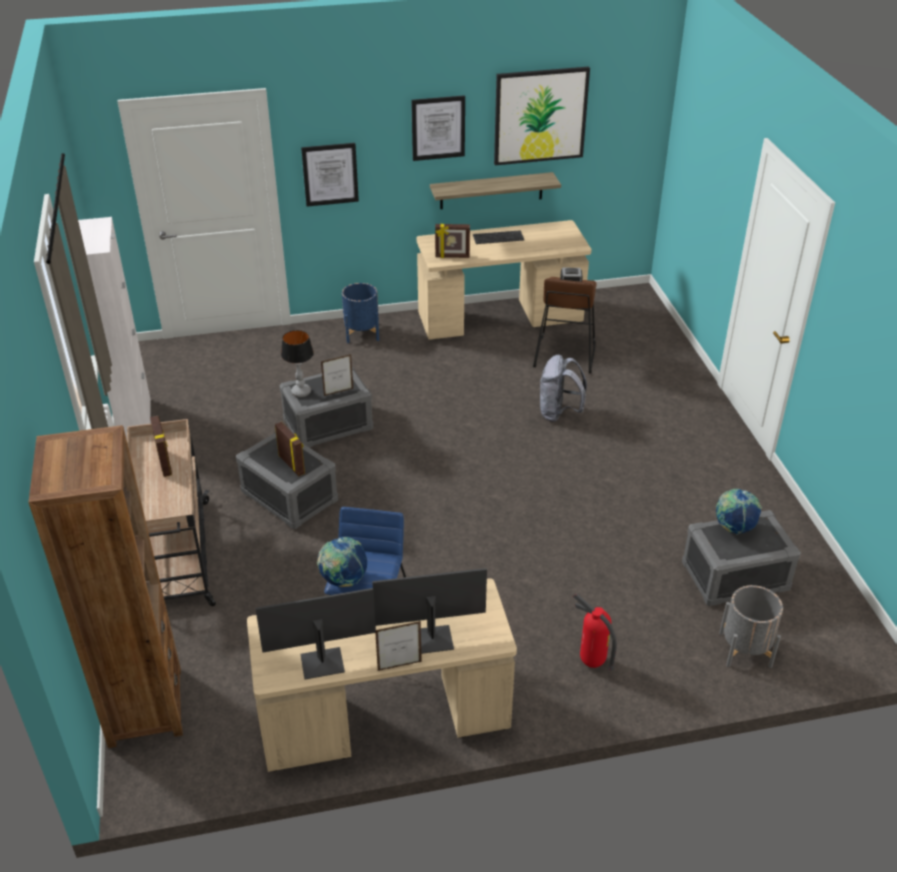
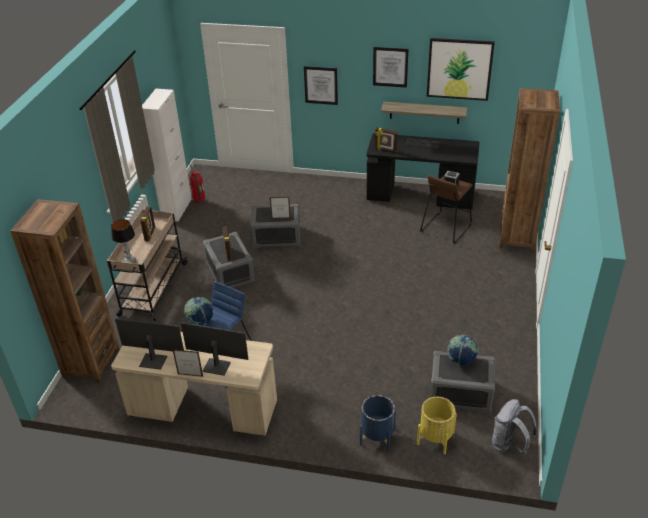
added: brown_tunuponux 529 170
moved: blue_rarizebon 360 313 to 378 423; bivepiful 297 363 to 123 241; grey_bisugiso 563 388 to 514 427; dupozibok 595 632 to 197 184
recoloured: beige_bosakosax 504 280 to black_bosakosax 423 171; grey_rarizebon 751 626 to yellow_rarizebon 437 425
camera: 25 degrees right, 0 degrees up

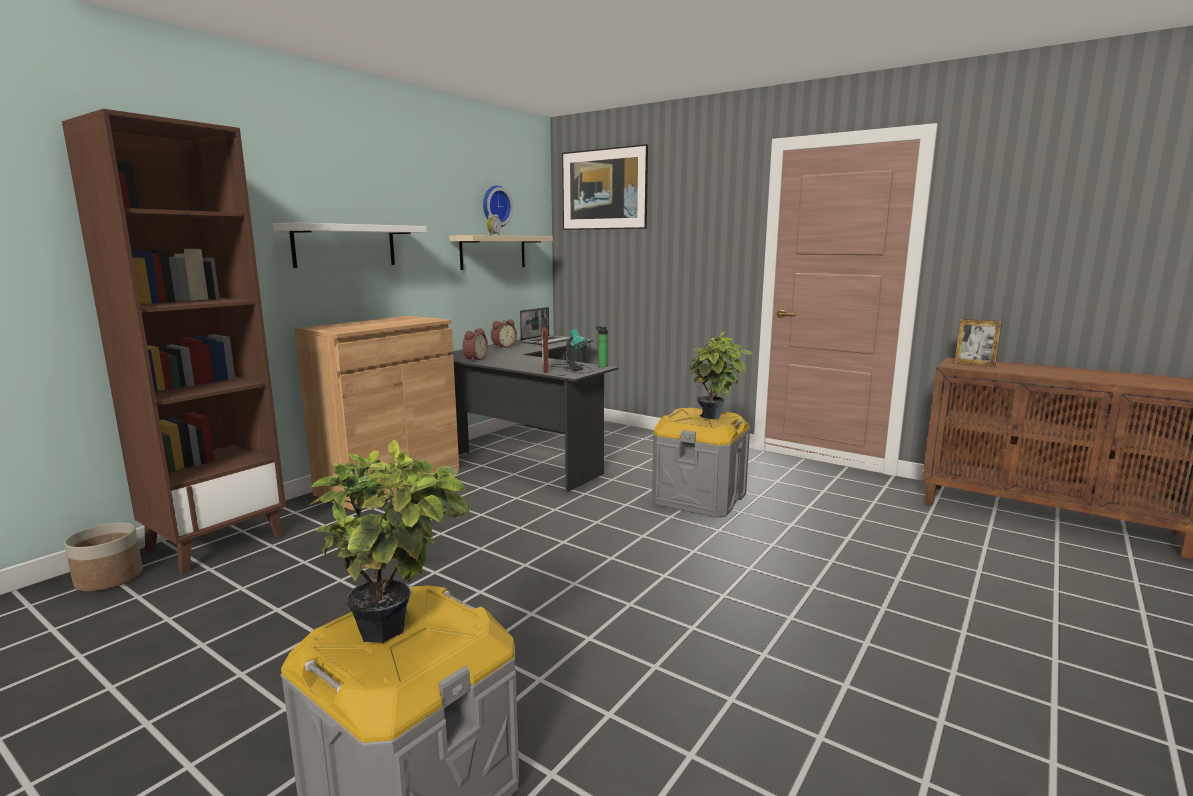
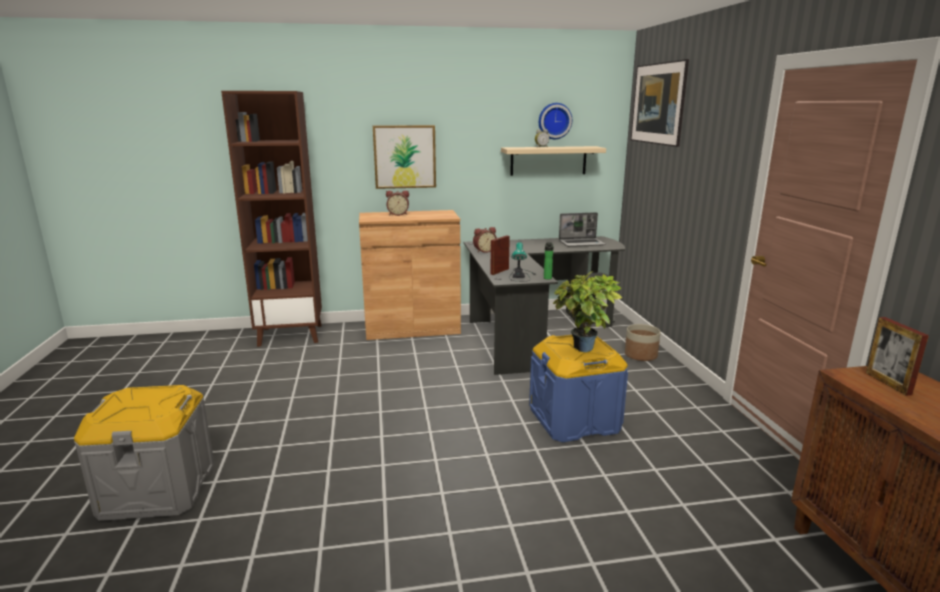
removed: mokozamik 389 541
moved: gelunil 504 333 to 397 203; rarizebon 103 557 to 642 342
replaced: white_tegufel 350 245 to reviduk 404 157
recoloured: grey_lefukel 701 463 to blue_lefukel 578 388
camera: 45 degrees right, 5 degrees up

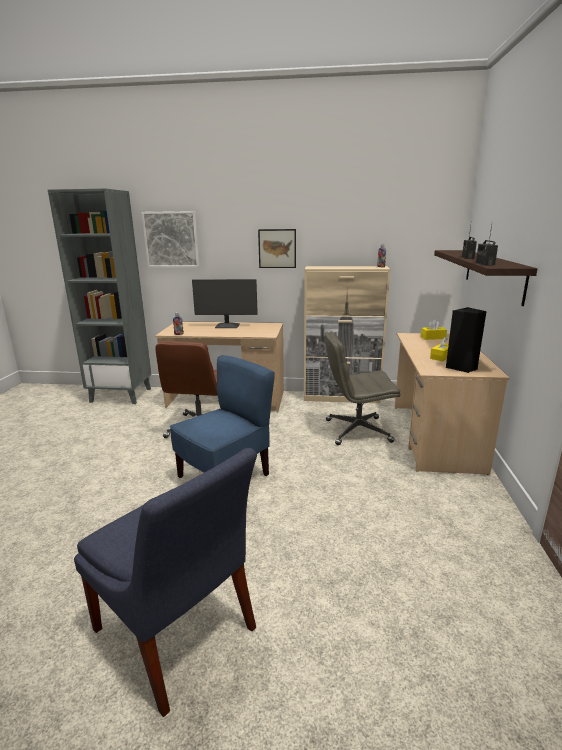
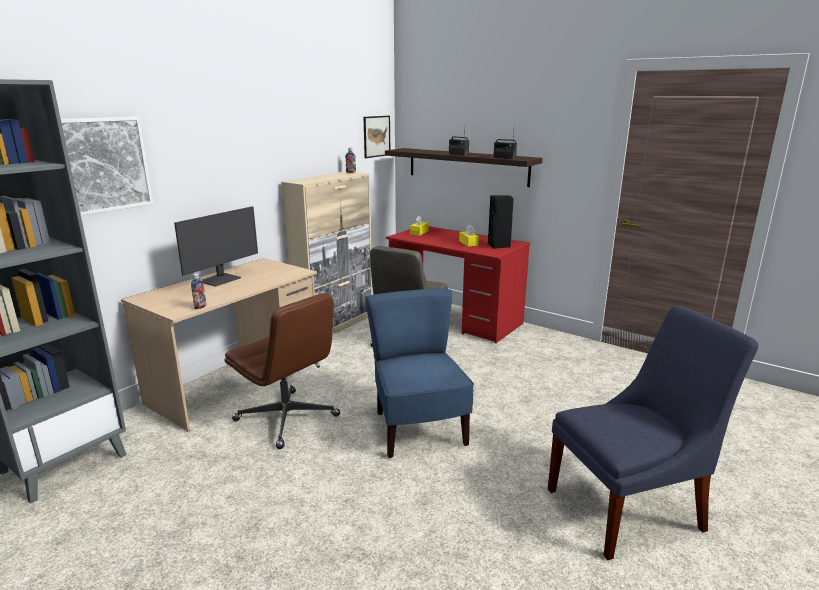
moved: reviduk 277 248 to 376 137
recoloured: beige_bosakosax 452 404 to red_bosakosax 458 285
camera: 60 degrees left, 0 degrees up

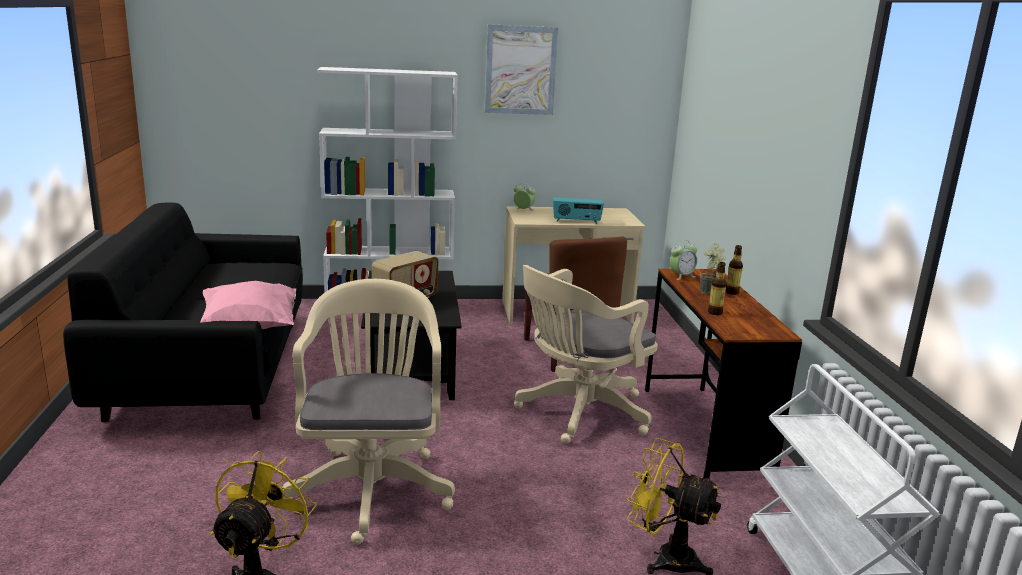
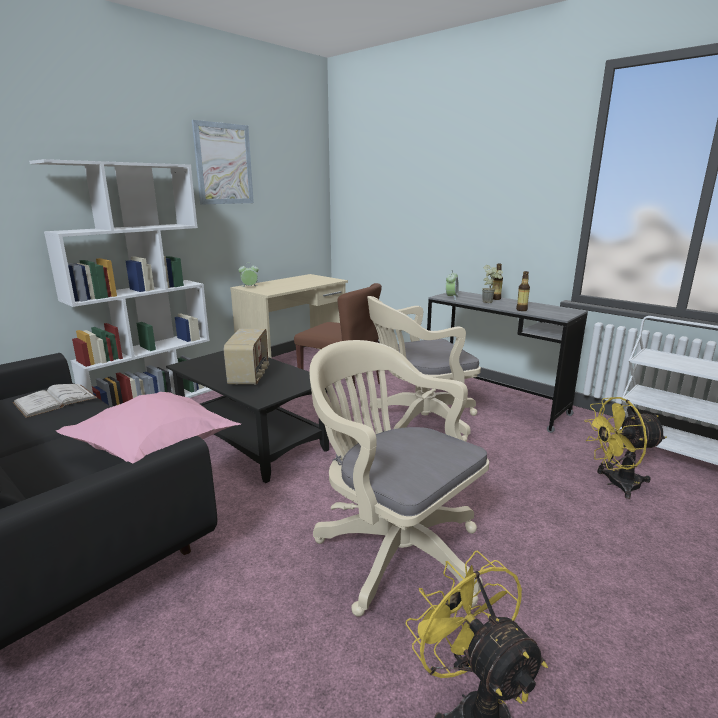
removed: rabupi 578 210
added: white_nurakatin 55 401
recoloured: brown_bosakosax 723 374 to grey_bosakosax 507 362
turned: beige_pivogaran 586 354 = 424 369 60 degrees clockwise
camera: 40 degrees left, 0 degrees up

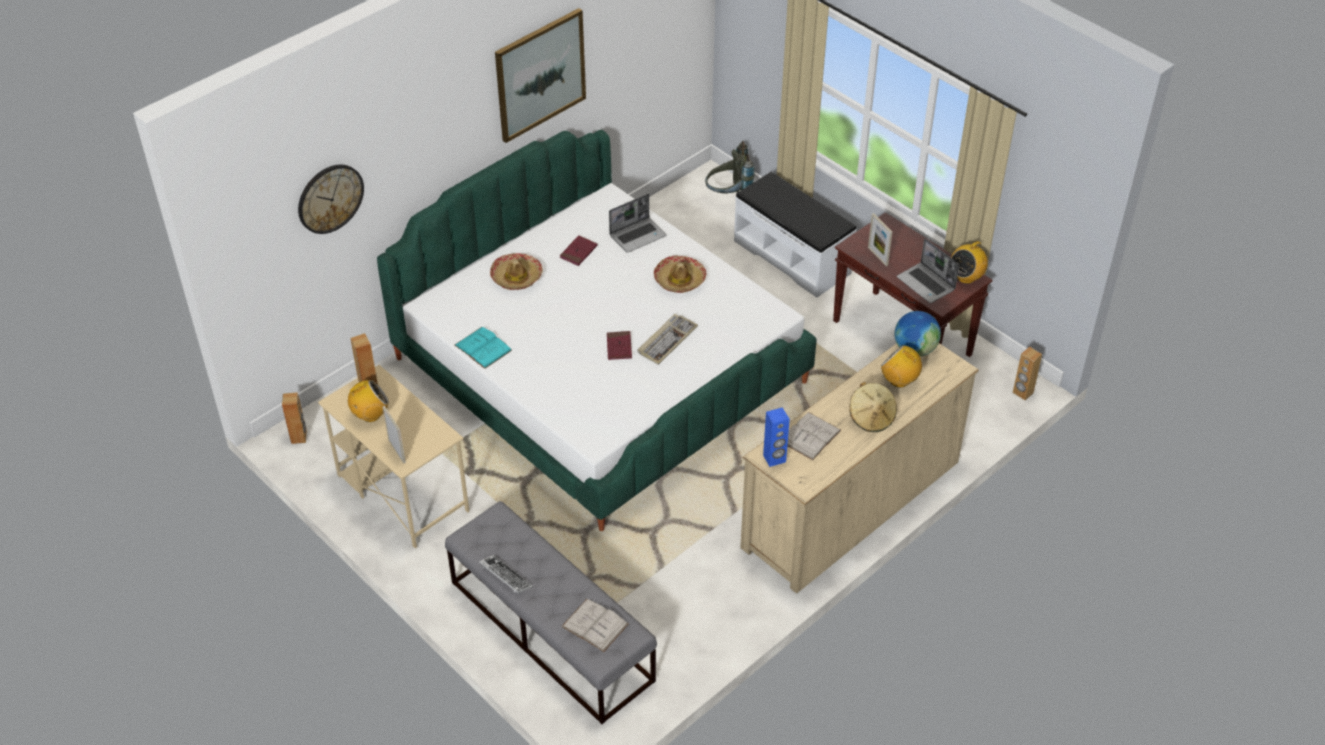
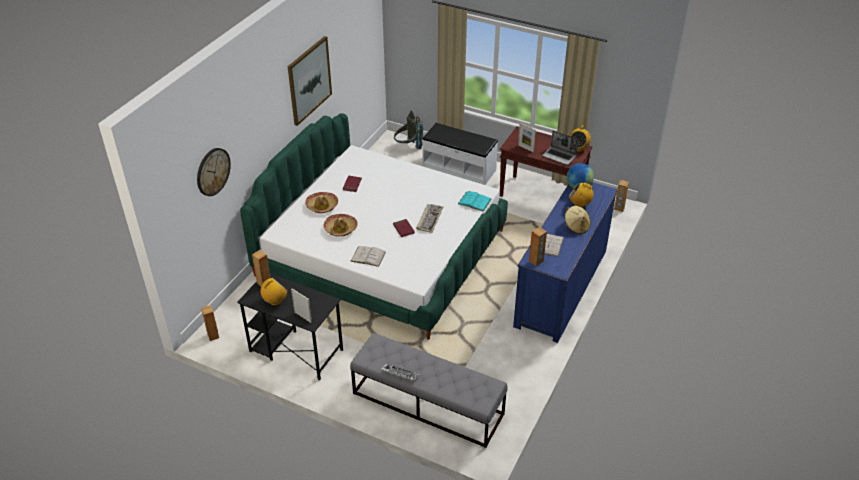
removed: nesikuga 637 223
moved: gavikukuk 680 274 to 340 225; turquoise_nurakatin 483 348 to 475 201; white_nurakatin 595 625 to 368 256
recoloured: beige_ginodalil 859 468 to blue_ginodalil 565 262; beige_bosakosax 393 456 to black_bosakosax 290 326; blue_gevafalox 776 437 to brown_gevafalox 538 246
camera: 20 degrees left, 5 degrees down

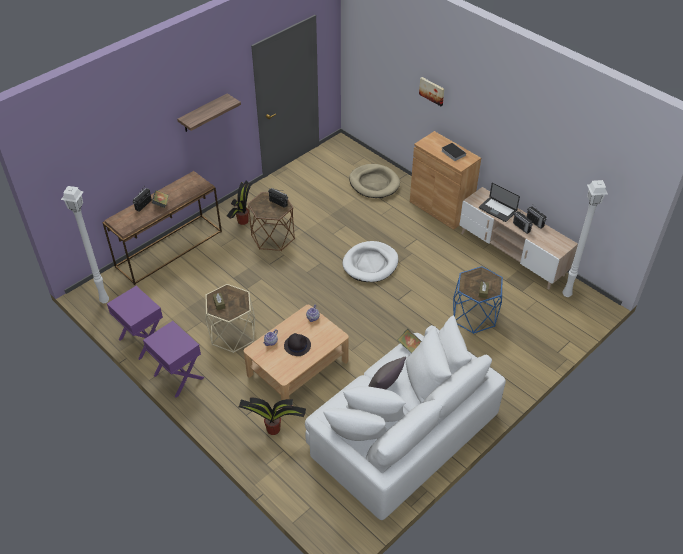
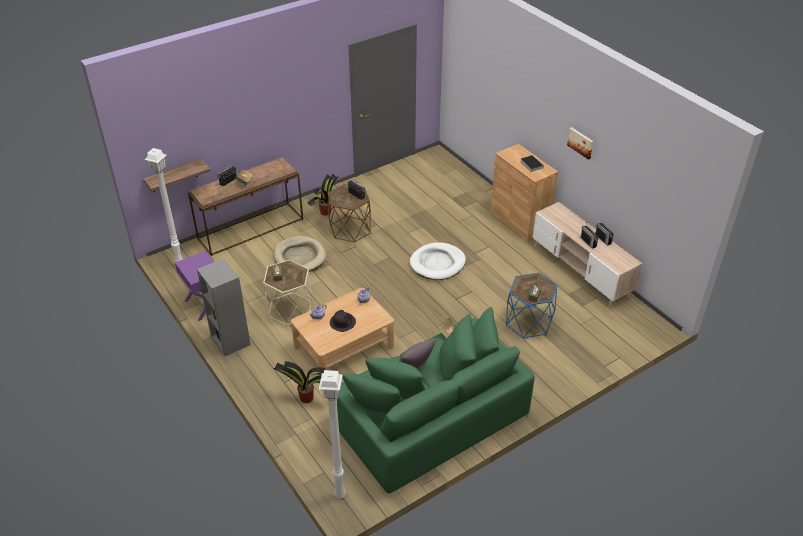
removed: nesikuga 499 202
moved: reviduk 432 91 to 580 143; tegufel 209 112 to 176 175; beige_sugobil 374 181 to 300 254; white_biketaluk 585 238 to 332 434
replaced: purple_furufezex 173 359 to grey_tunuponux 223 307
recoloured: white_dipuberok 405 417 to green_dipuberok 436 400
camera: 10 degrees right, 5 degrees down

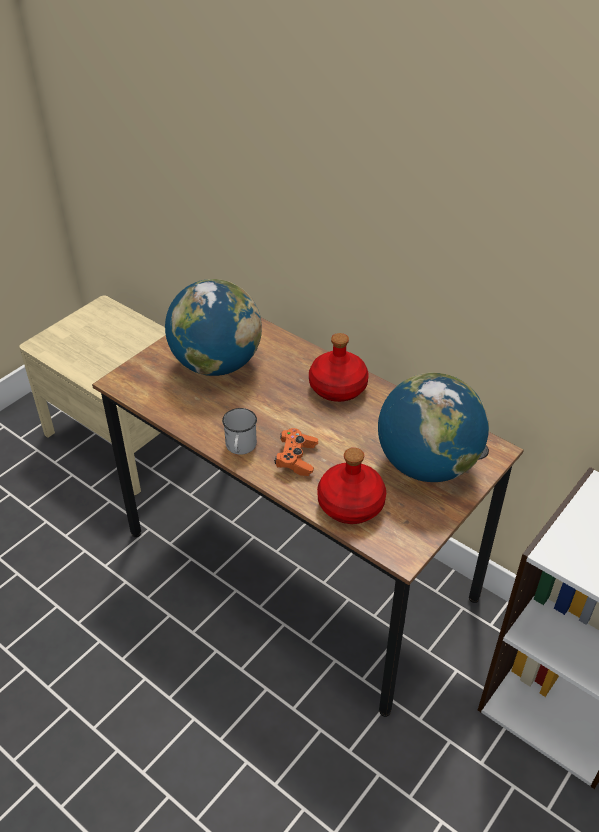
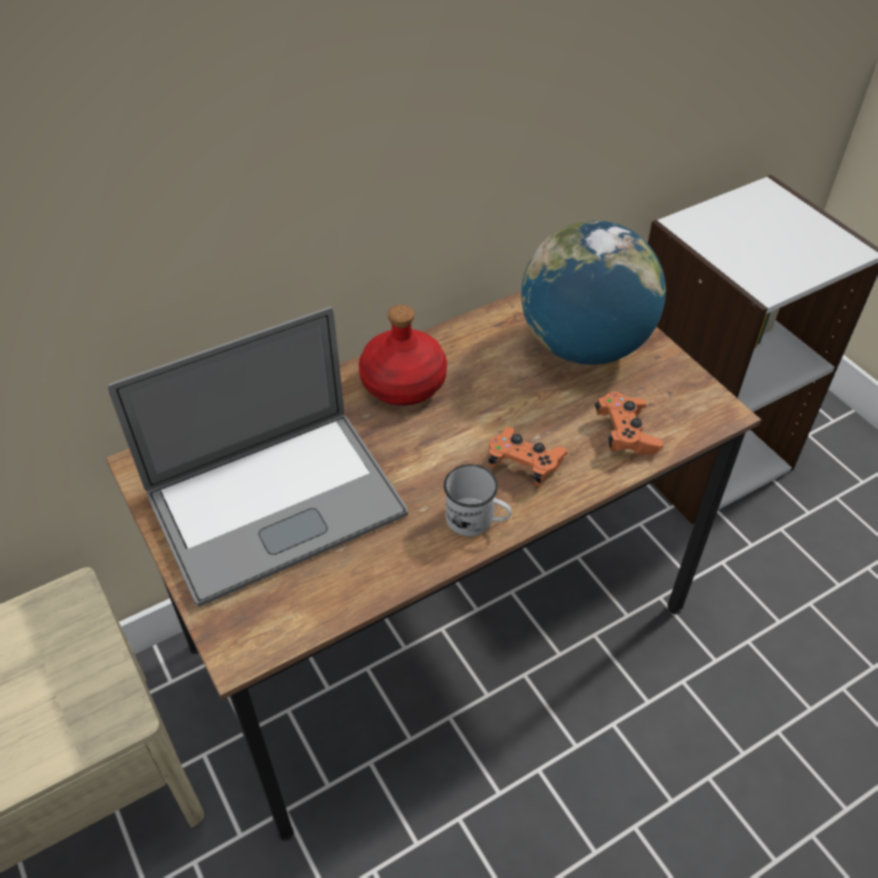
replaced: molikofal 213 327 to nesikuga 257 457; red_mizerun 351 486 to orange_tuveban 629 423
camera: 70 degrees left, 5 degrees up

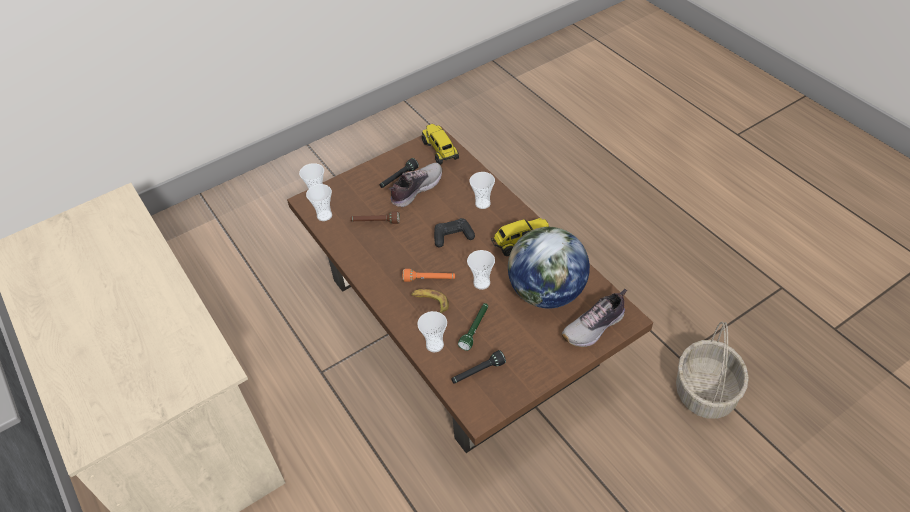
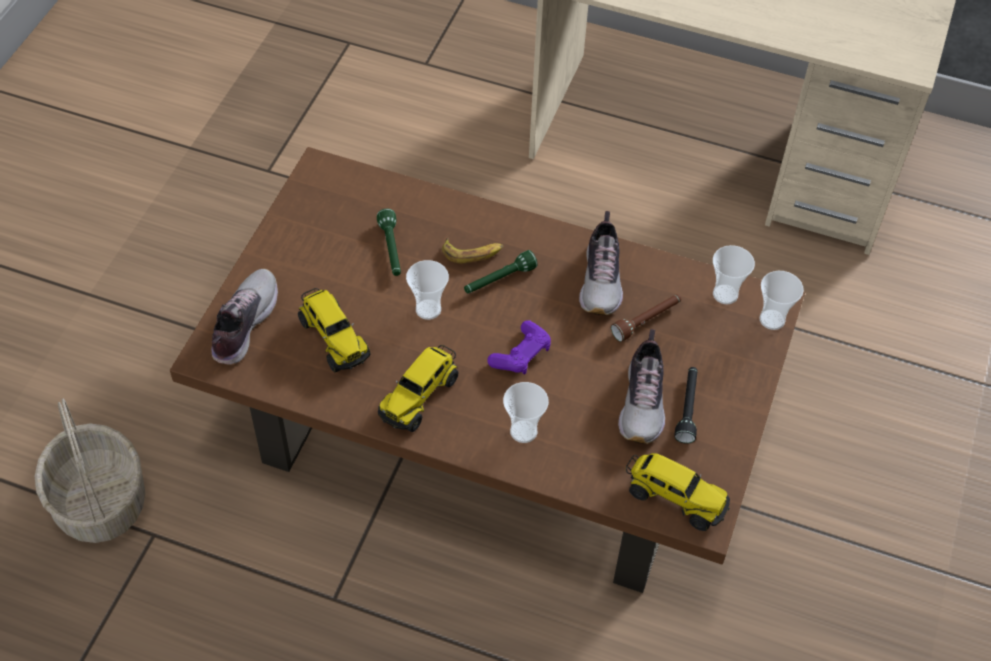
removed: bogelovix 432 331; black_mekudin 478 366
added: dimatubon 601 263
replaced: molikofal 549 268 to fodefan 334 330
recoloured: black_tuveban 454 233 to purple_tuveban 519 347; orange_mekudin 429 275 to green_mekudin 501 272
camera: 140 degrees right, 5 degrees up

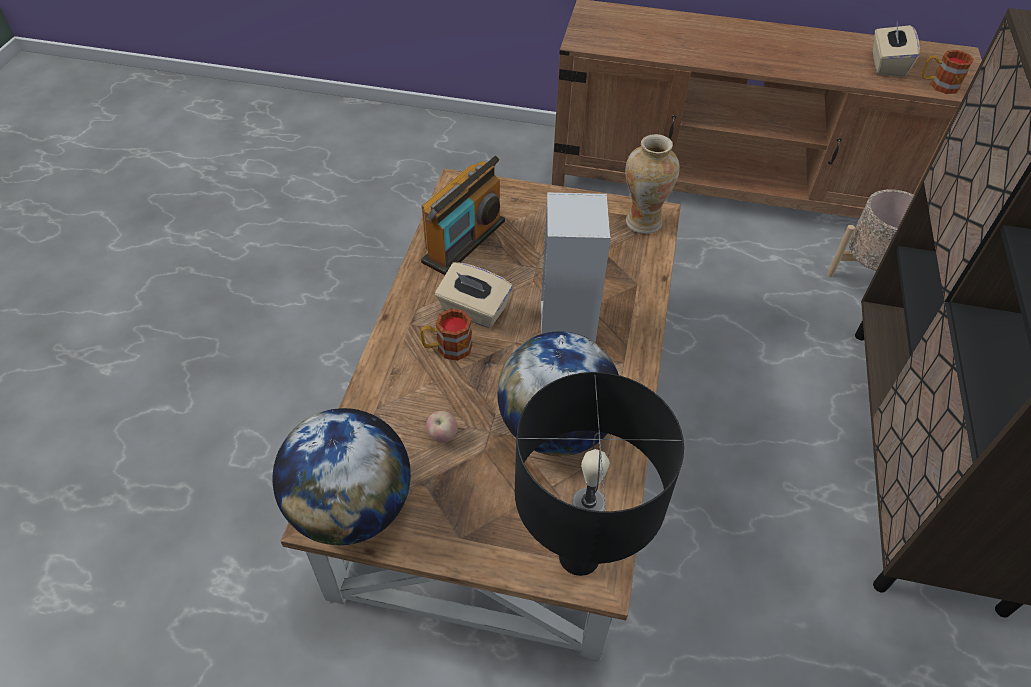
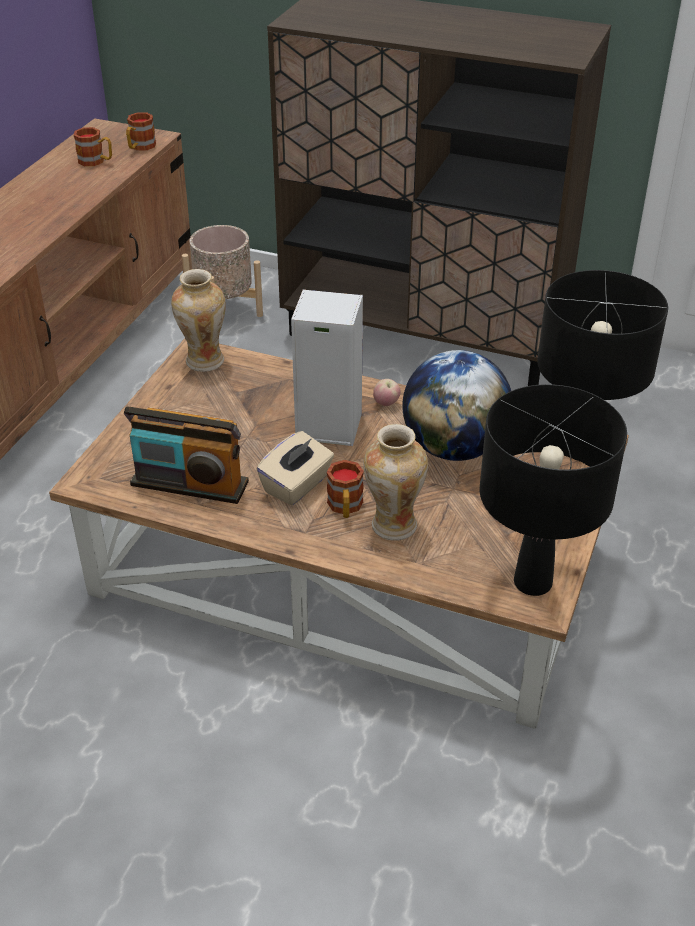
added: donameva 395 482
moved: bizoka 442 427 to 387 392
replaced: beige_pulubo 896 50 to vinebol 93 146; molikofal 341 476 to black_bivepiful 553 490
turned: rabupi 463 215 = 186 455 150 degrees clockwise
camera: 80 degrees left, 10 degrees down

